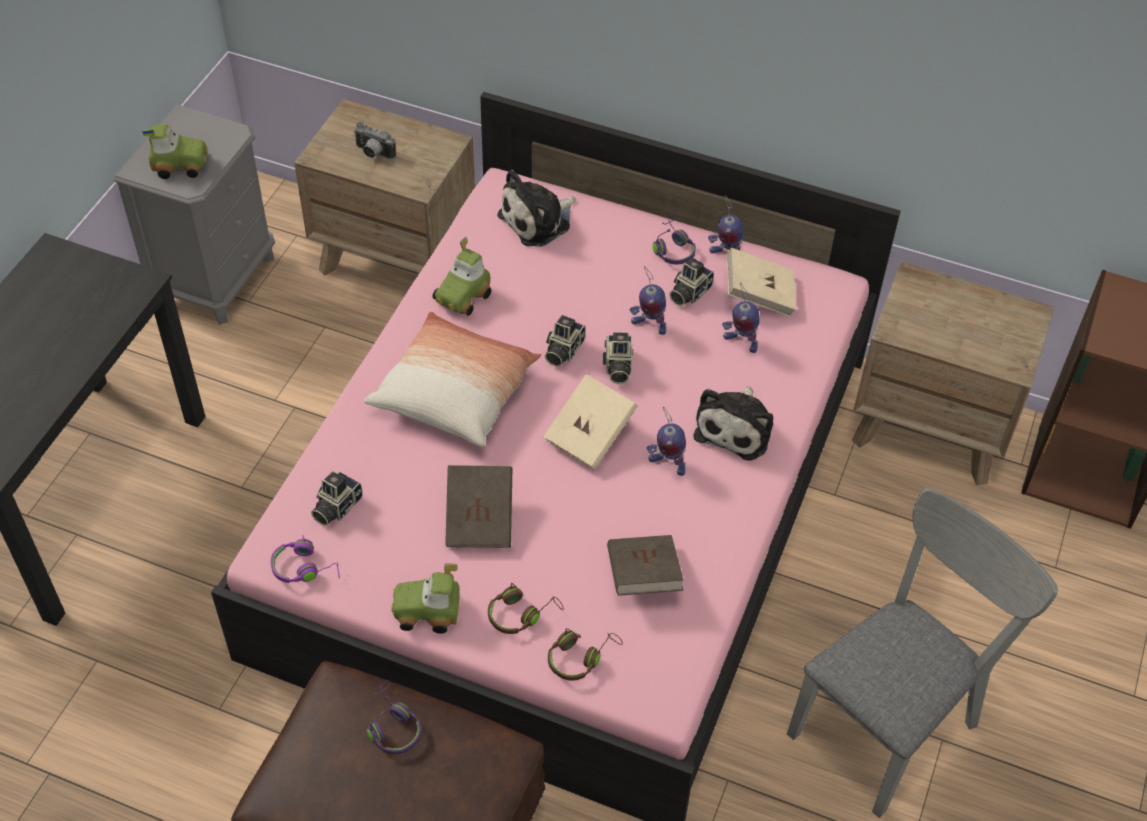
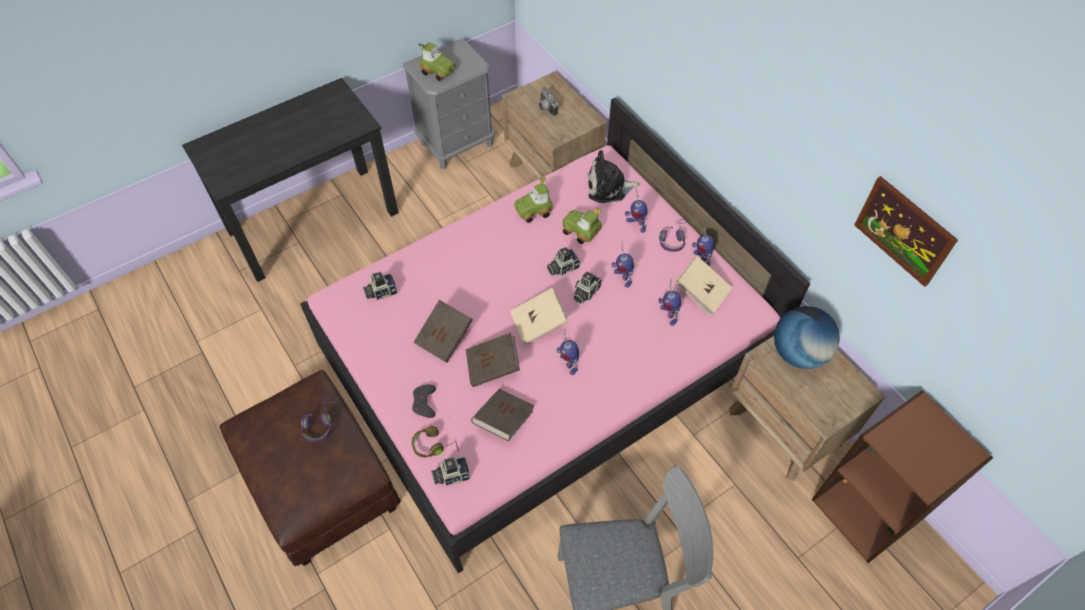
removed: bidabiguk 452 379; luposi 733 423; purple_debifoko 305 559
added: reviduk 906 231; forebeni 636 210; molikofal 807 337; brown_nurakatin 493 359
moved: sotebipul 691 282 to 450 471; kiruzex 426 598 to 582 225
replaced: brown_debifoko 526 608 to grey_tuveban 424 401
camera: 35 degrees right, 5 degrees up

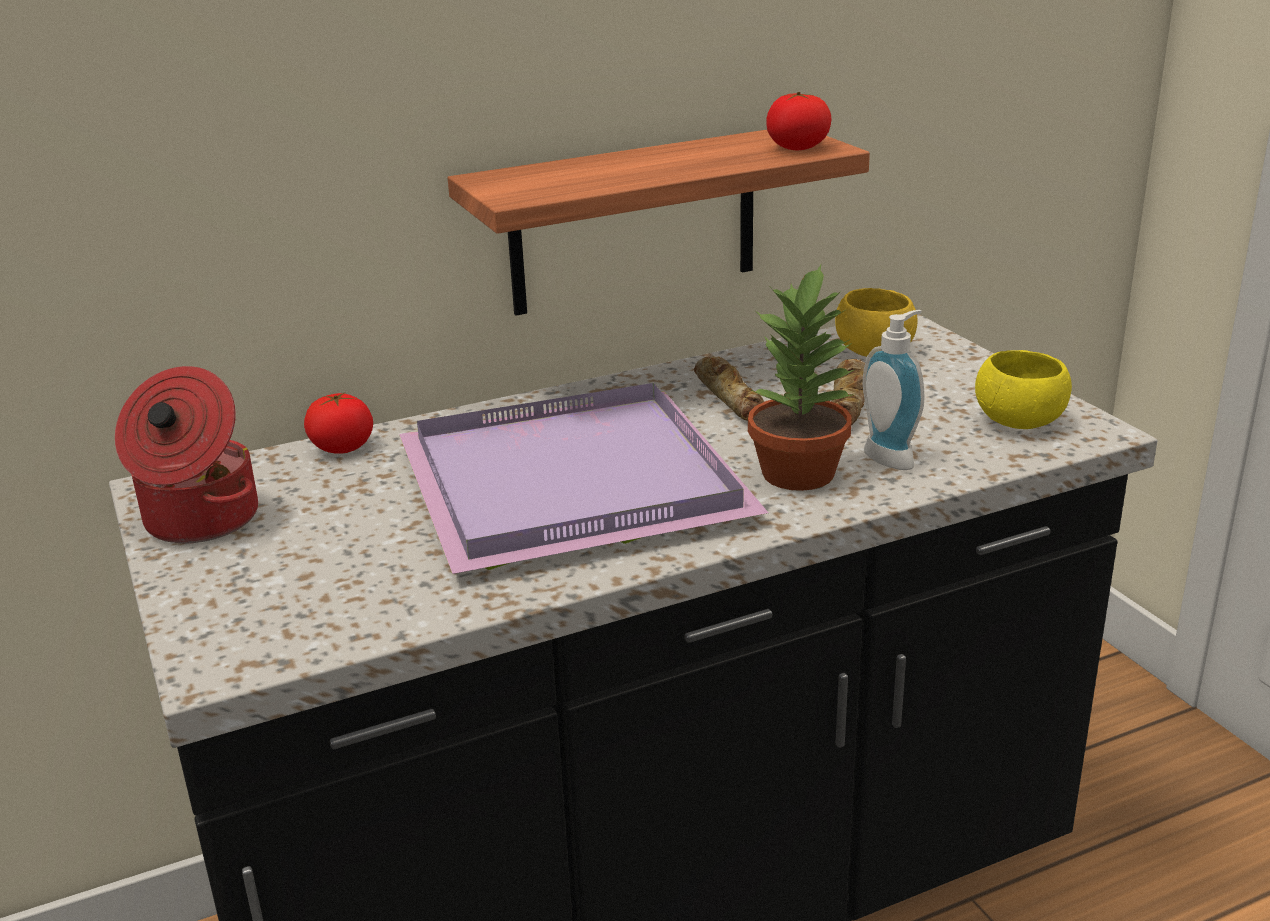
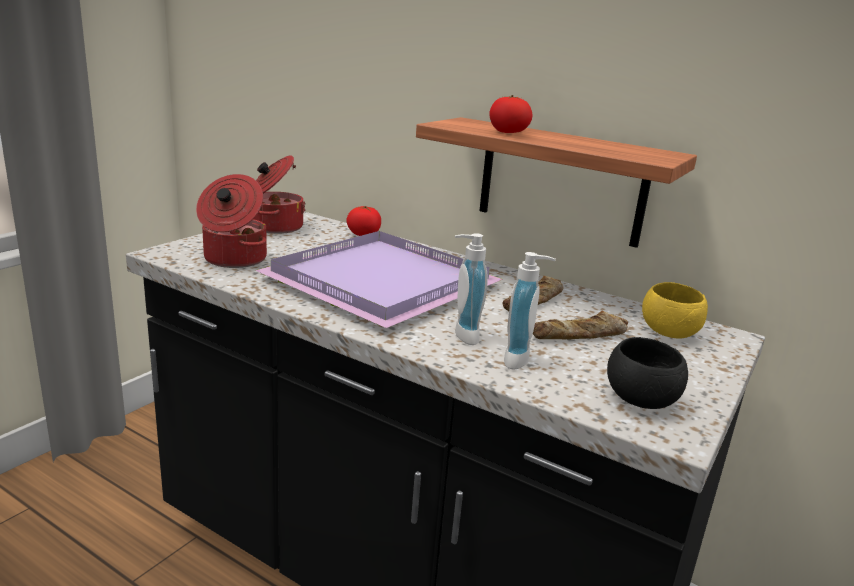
added: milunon 231 221
moved: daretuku 799 121 to 511 114
replaced: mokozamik 802 378 to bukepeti 471 289
recoloured: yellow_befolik 1023 389 to black_befolik 647 373
camera: 55 degrees right, 5 degrees down

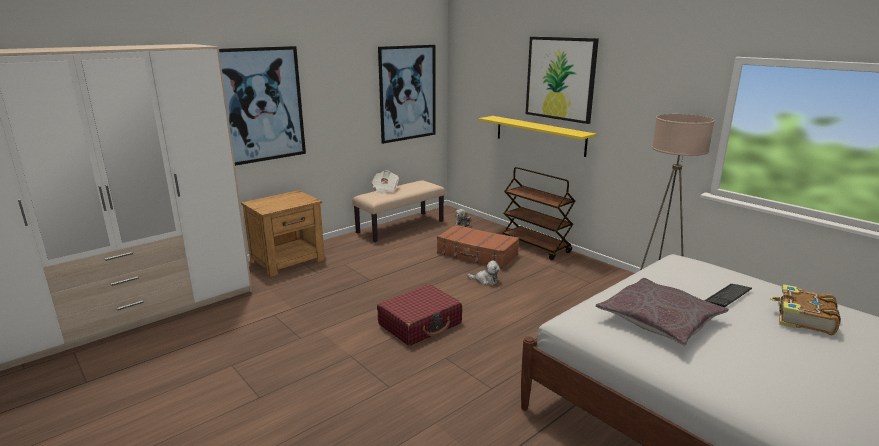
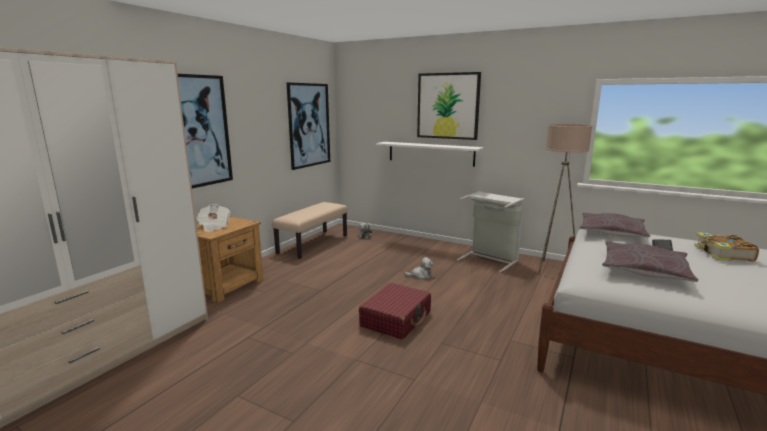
removed: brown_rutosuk 538 213; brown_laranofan 478 246
added: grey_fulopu 490 232; grey_bidabiguk 614 225
moved: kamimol 385 182 to 213 218
recoloured: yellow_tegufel 537 136 to white_tegufel 429 154
camera: 20 degrees left, 5 degrees down

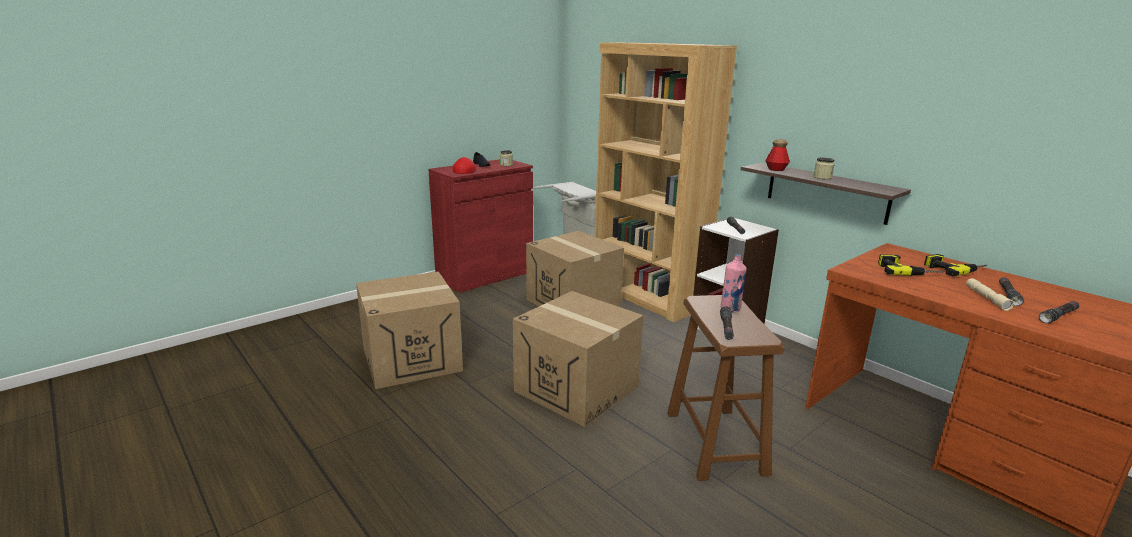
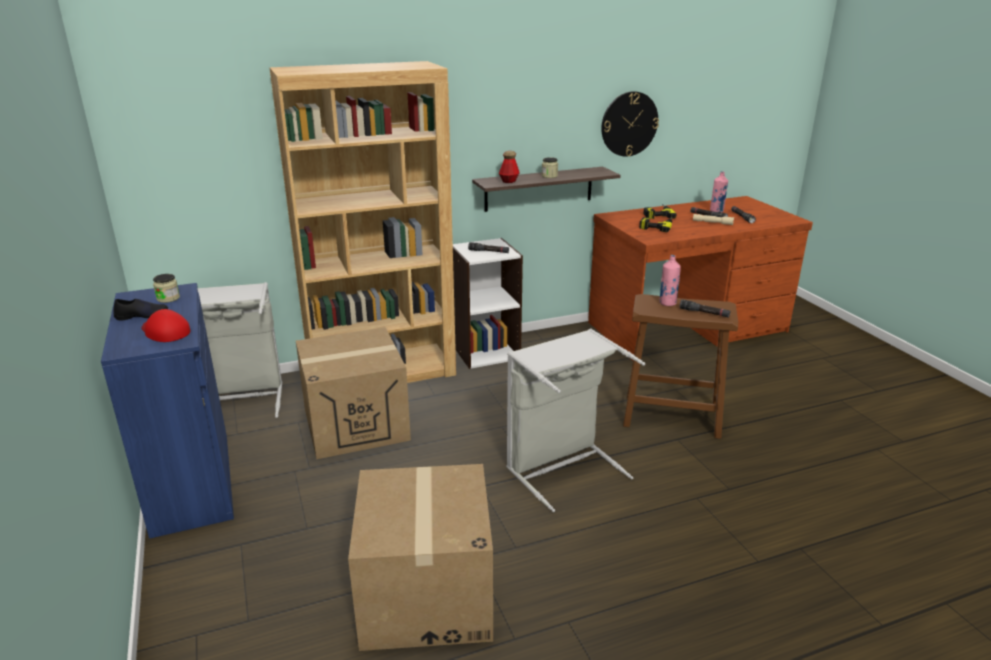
added: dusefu 630 124; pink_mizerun 719 191
replaced: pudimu 578 359 to grey_fulopu 575 420
recoloured: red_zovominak 480 226 to blue_zovominak 167 411
camera: 70 degrees left, 5 degrees up

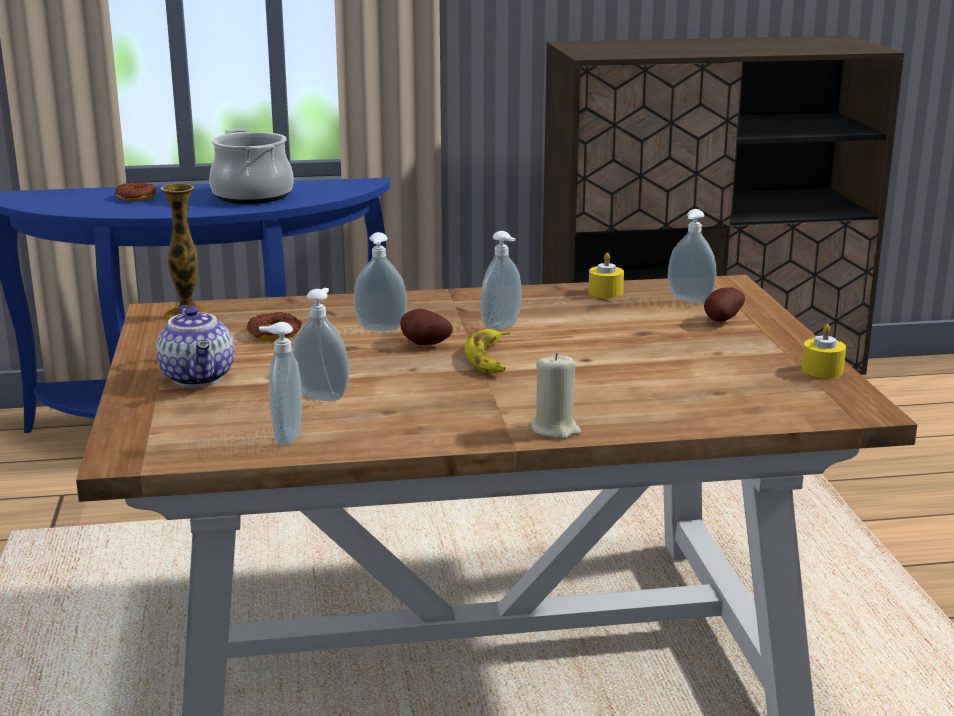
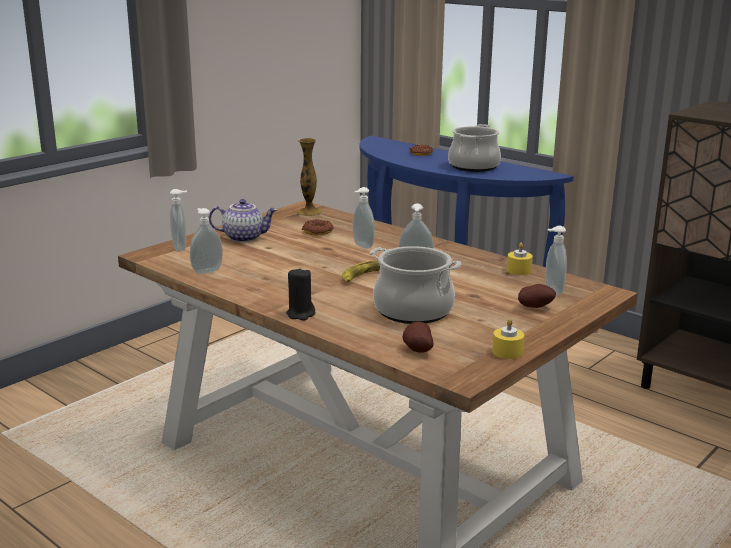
added: milunon 415 285
moved: bukepeti 320 344 to 178 220; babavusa 426 327 to 418 337
recoloured: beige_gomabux 556 396 to black_gomabux 300 294
turned: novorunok 195 346 = 243 220 120 degrees counterclockwise
camera: 50 degrees right, 0 degrees up

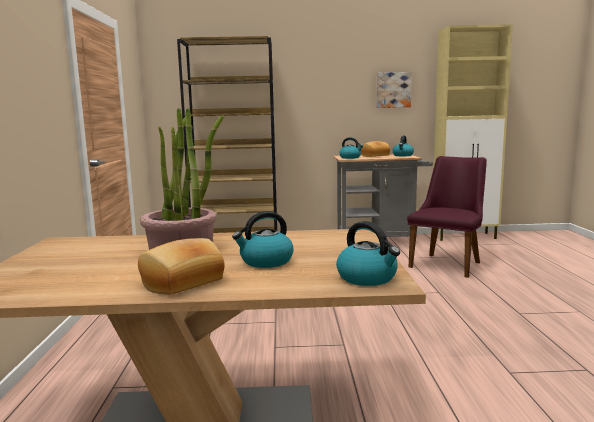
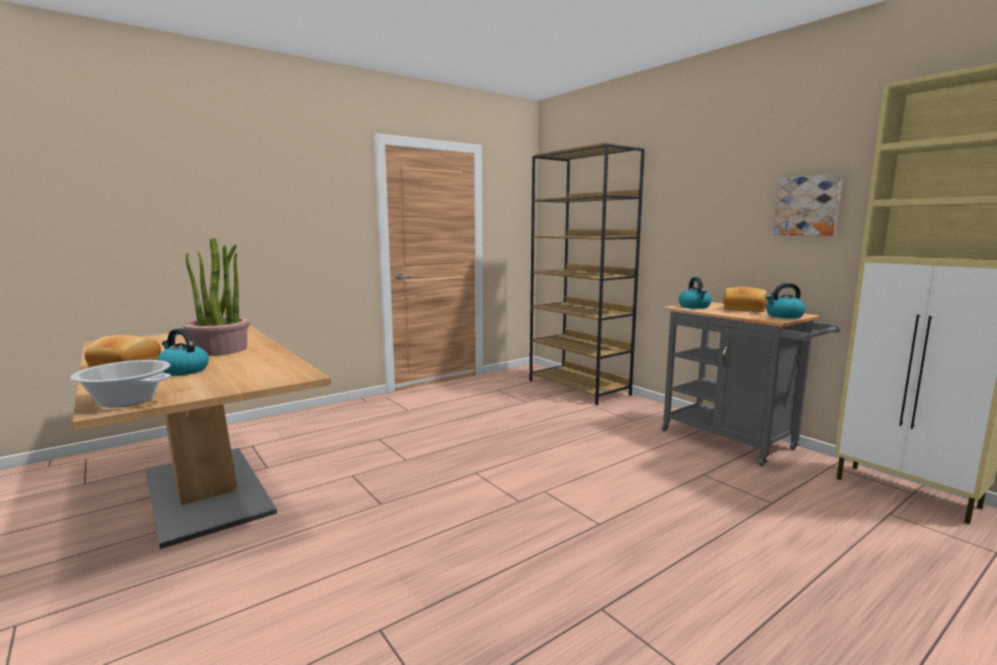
removed: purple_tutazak 447 217
replaced: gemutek 368 253 to milunon 120 384
camera: 55 degrees right, 0 degrees up

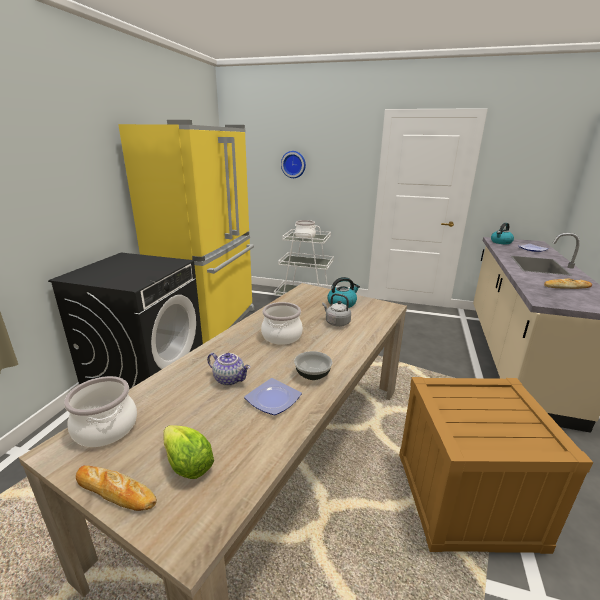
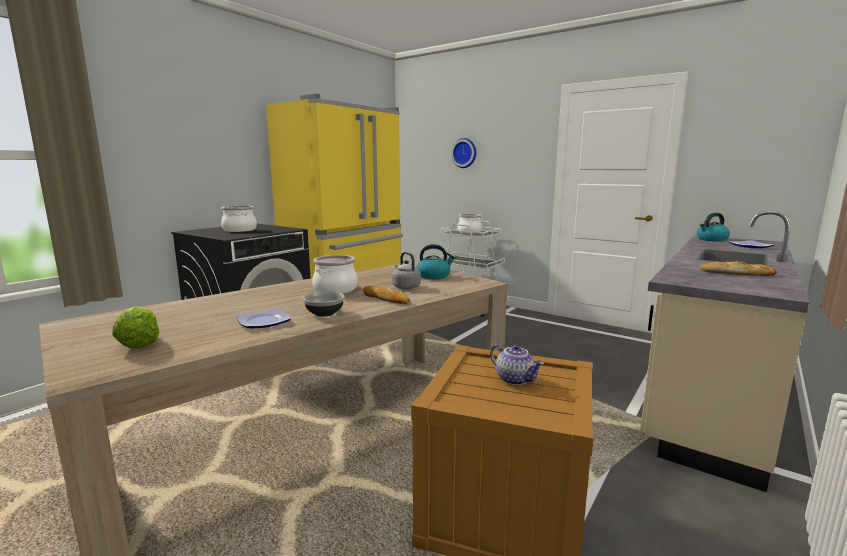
moved: novorunok 228 369 to 517 364; milunon 100 411 to 239 219; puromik 116 488 to 387 295
camera: 20 degrees right, 10 degrees down

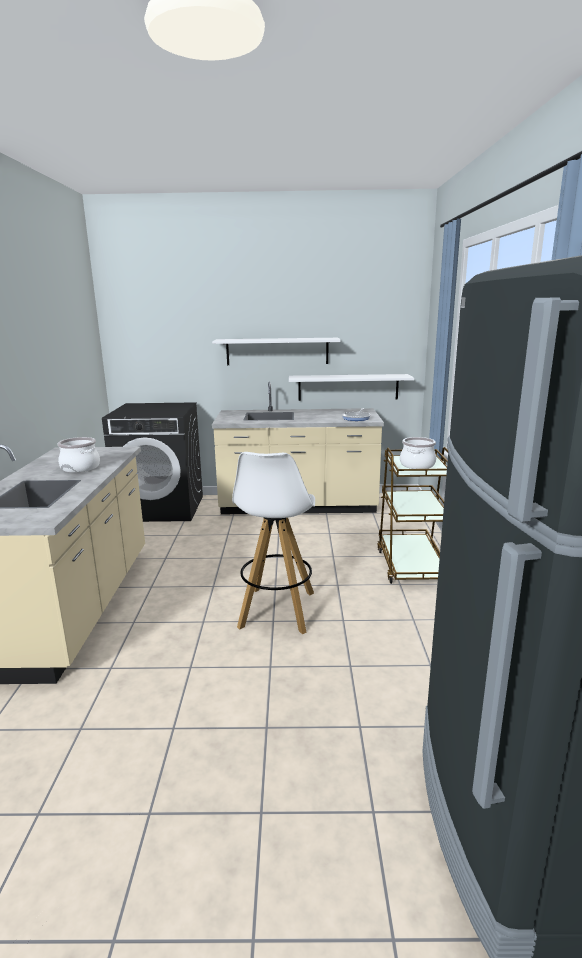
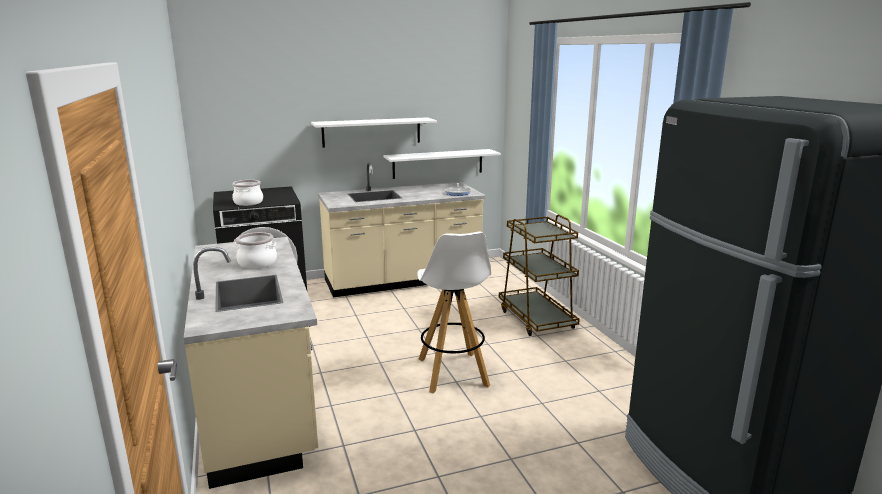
moved: milunon 418 453 to 247 193
camera: 20 degrees left, 0 degrees up

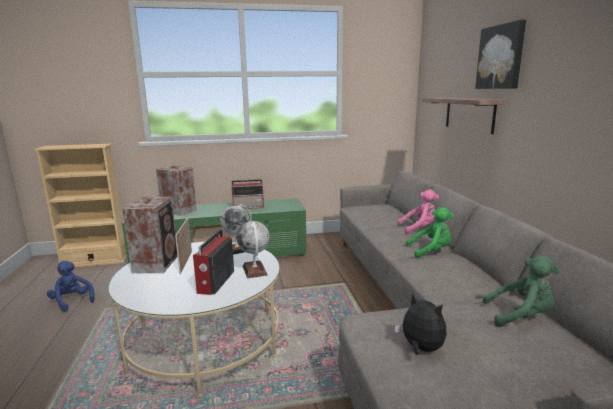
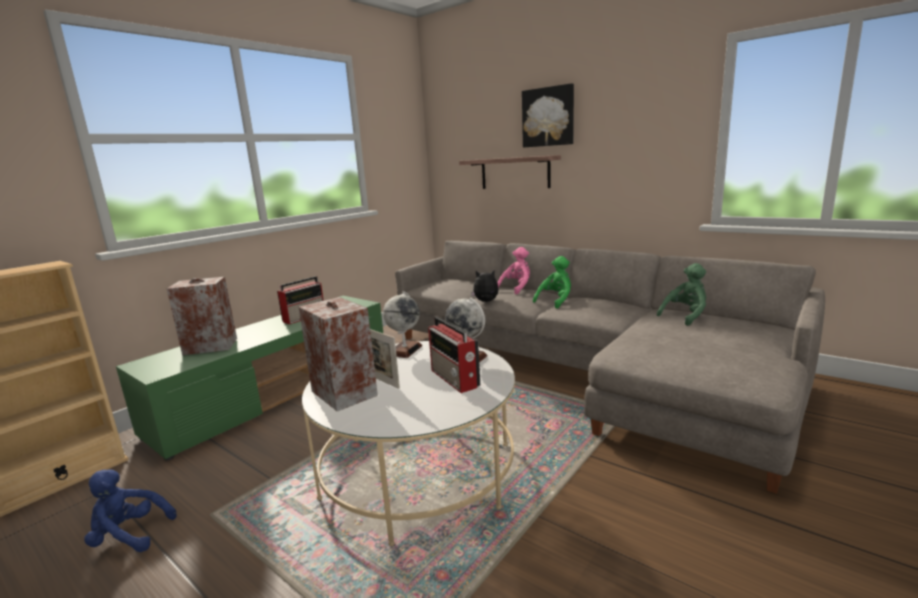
moved: luposi 421 324 to 485 286
camera: 40 degrees left, 0 degrees up

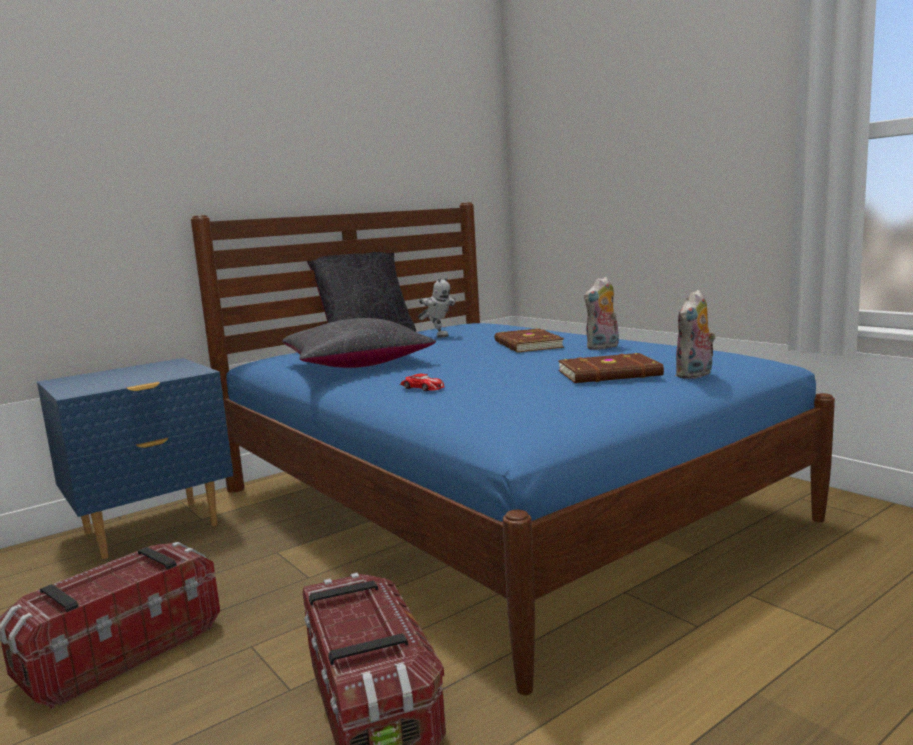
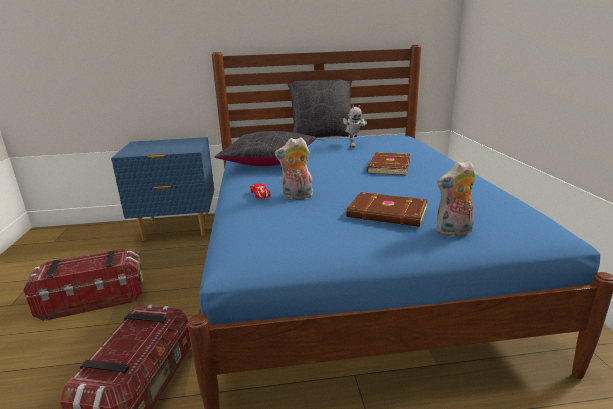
moved: luposi 601 313 to 294 168
camera: 30 degrees right, 10 degrees up

